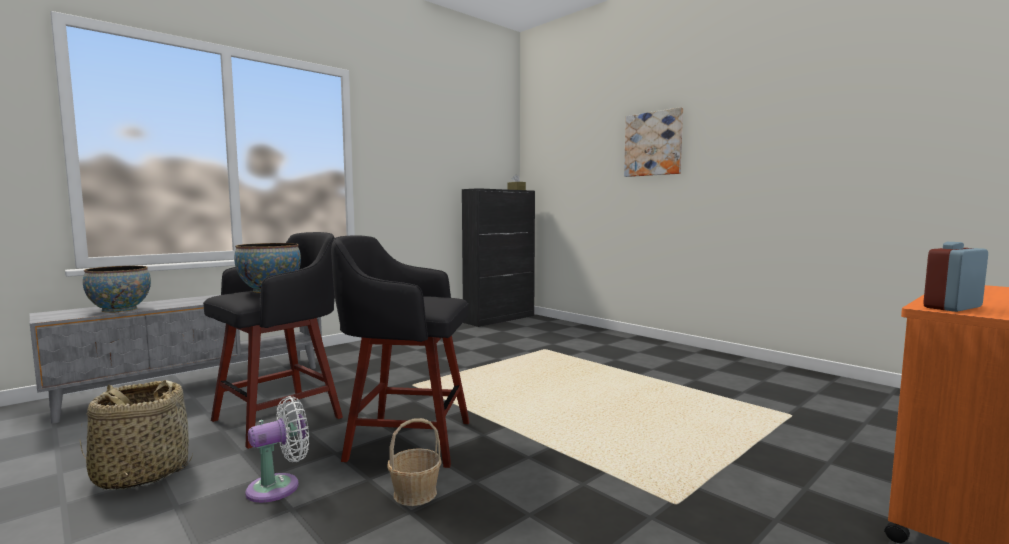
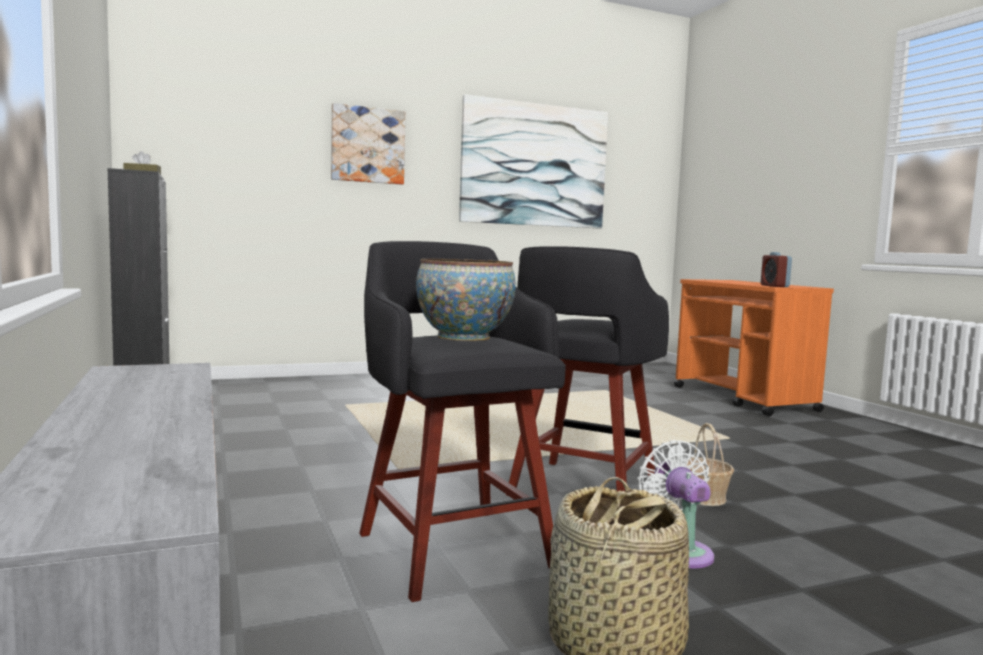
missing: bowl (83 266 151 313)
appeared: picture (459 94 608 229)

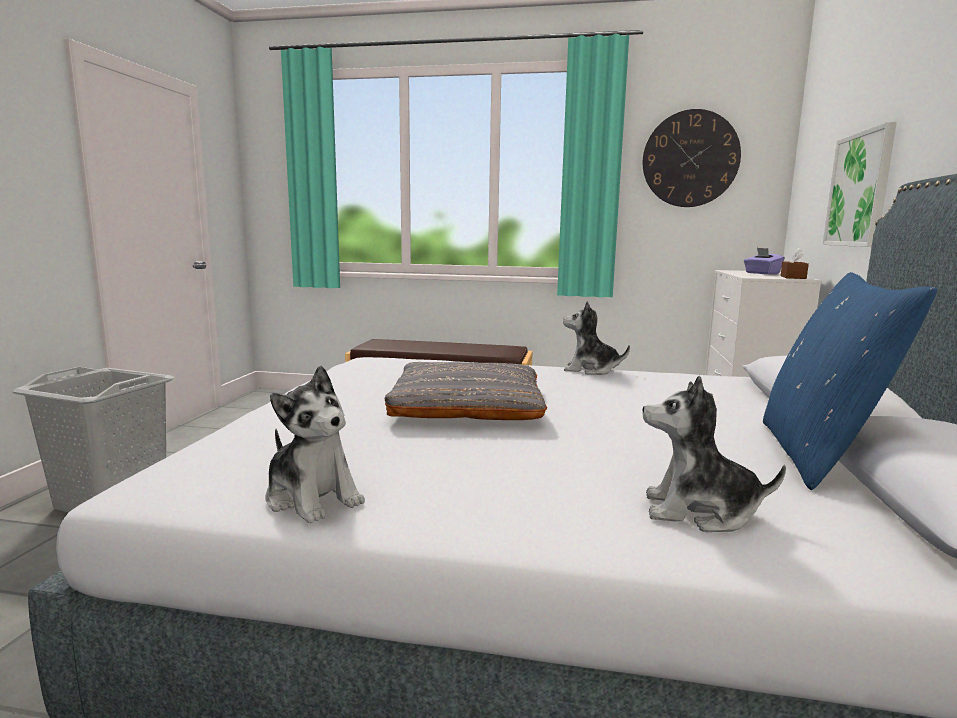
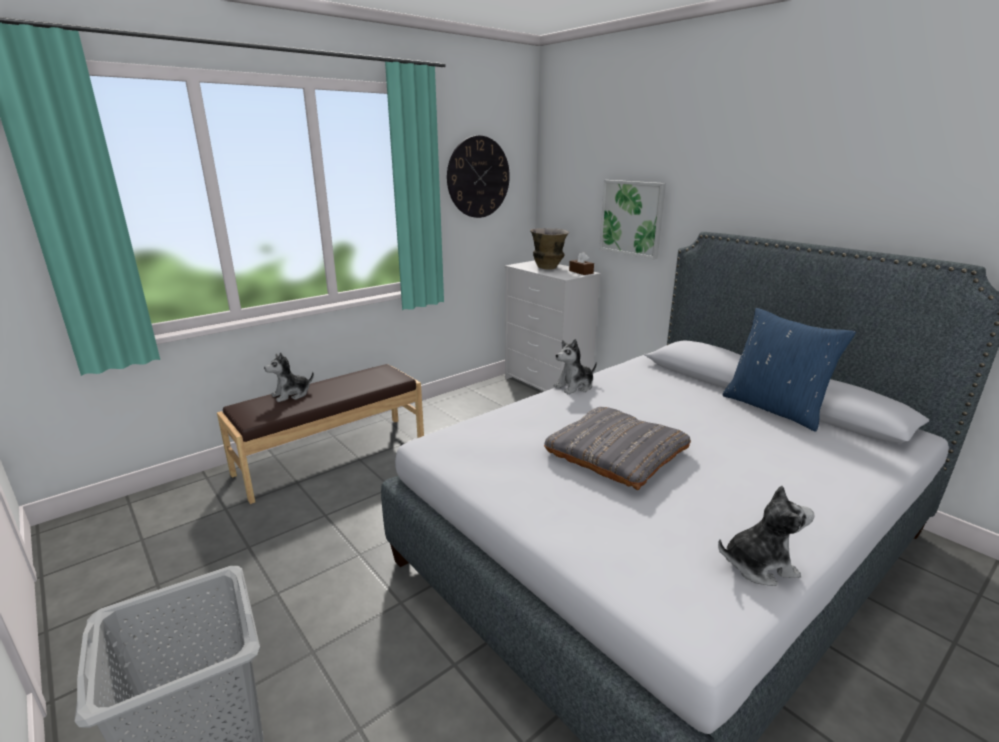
relocated: plush toy (643 376 786 532) to (264 352 314 402)
exchanged: purple tissue box (744 248 785 274) to vase (530 228 569 269)

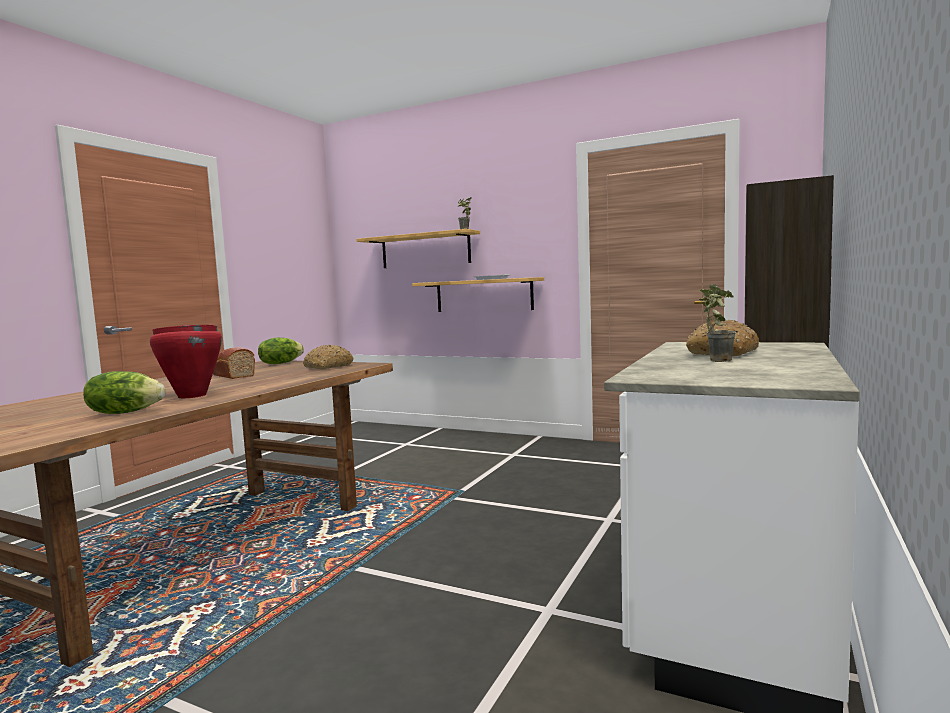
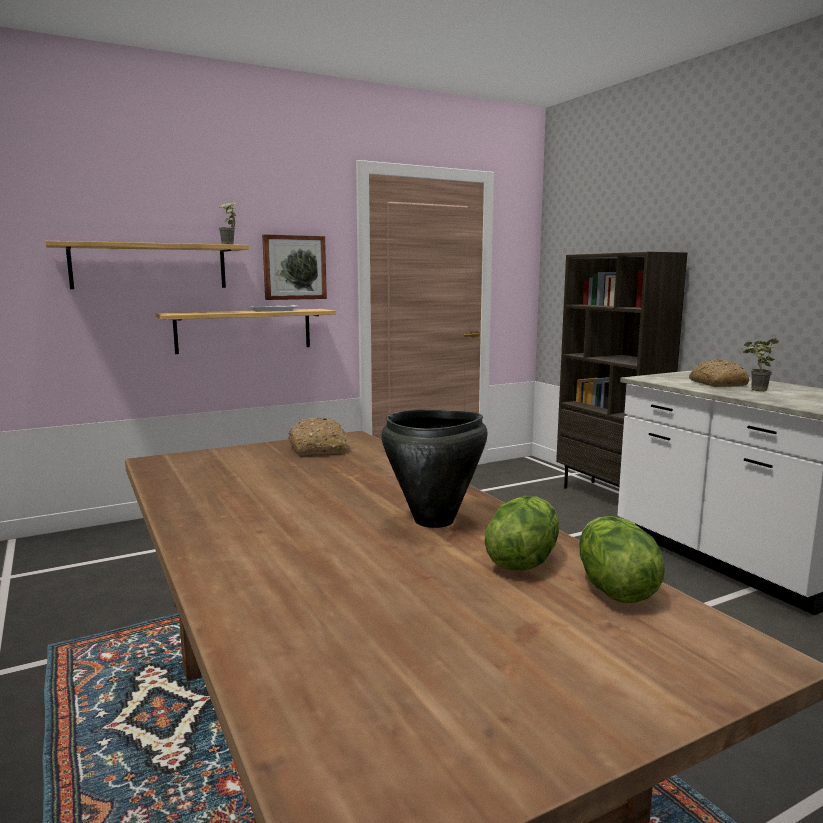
missing: bread (213 347 255 379)
appeared: picture (262 234 327 300)
relocated: lettuce (258 338 304 364) to (580 516 665 603)
colour: red cooking pot (150 325 222 398) to black cooking pot (381 410 488 528)

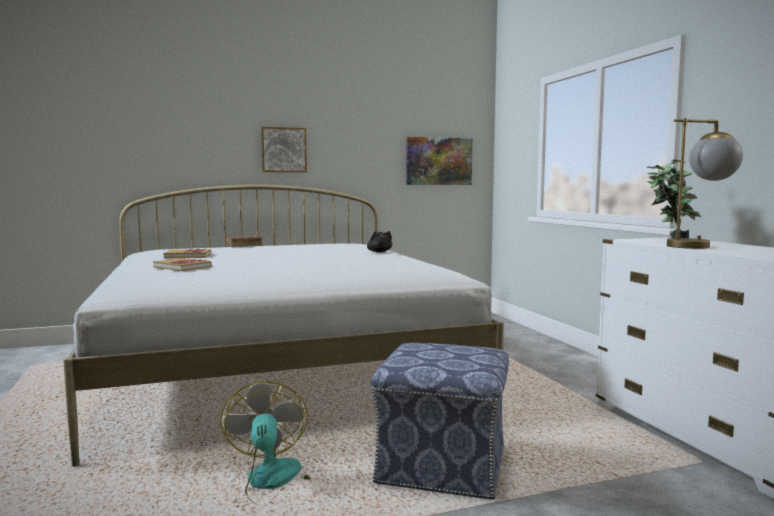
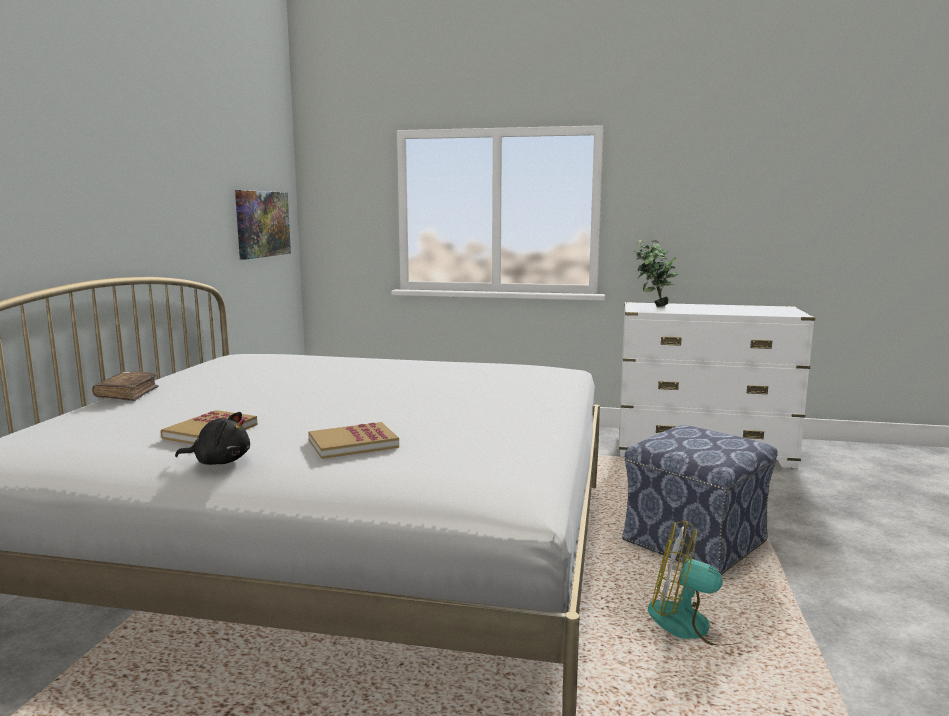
missing: picture (261 127 307 172); table lamp (667 118 743 249)
relocated: black plush toy (367 231 392 252) to (175 412 250 465)

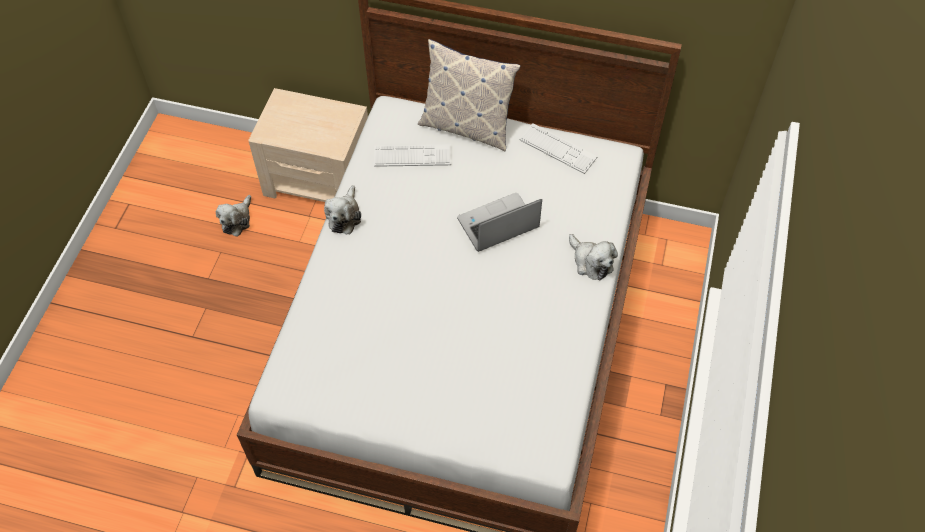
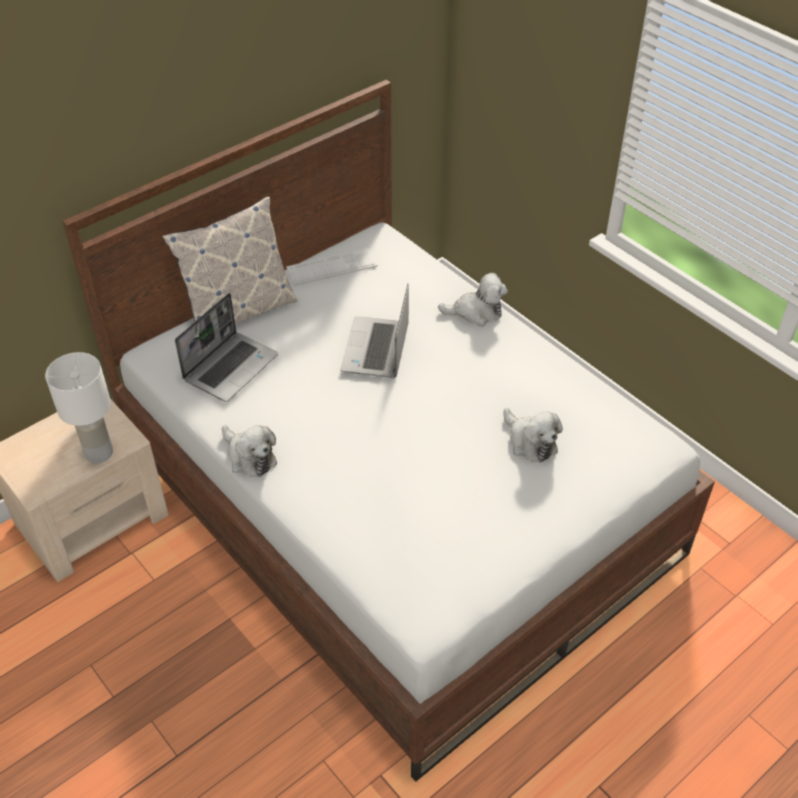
appeared: white table lamp (45 352 113 463)
relocated: plush toy (216 195 251 237) to (503 408 563 463)
exchanged: keyboard (374 144 451 167) to laptop (175 293 278 402)

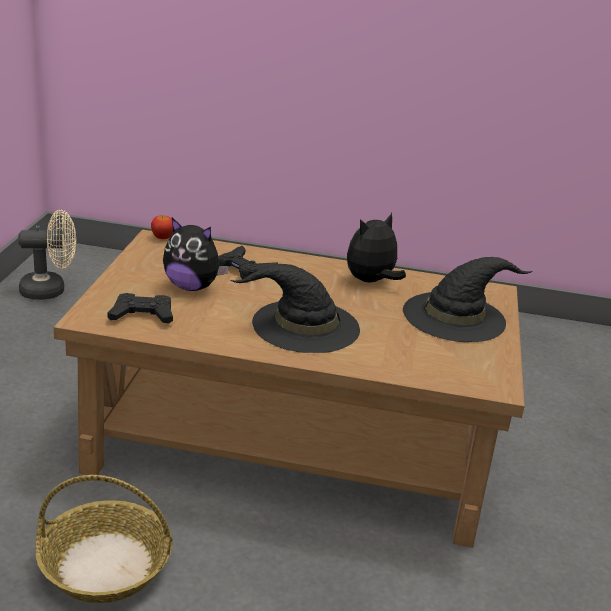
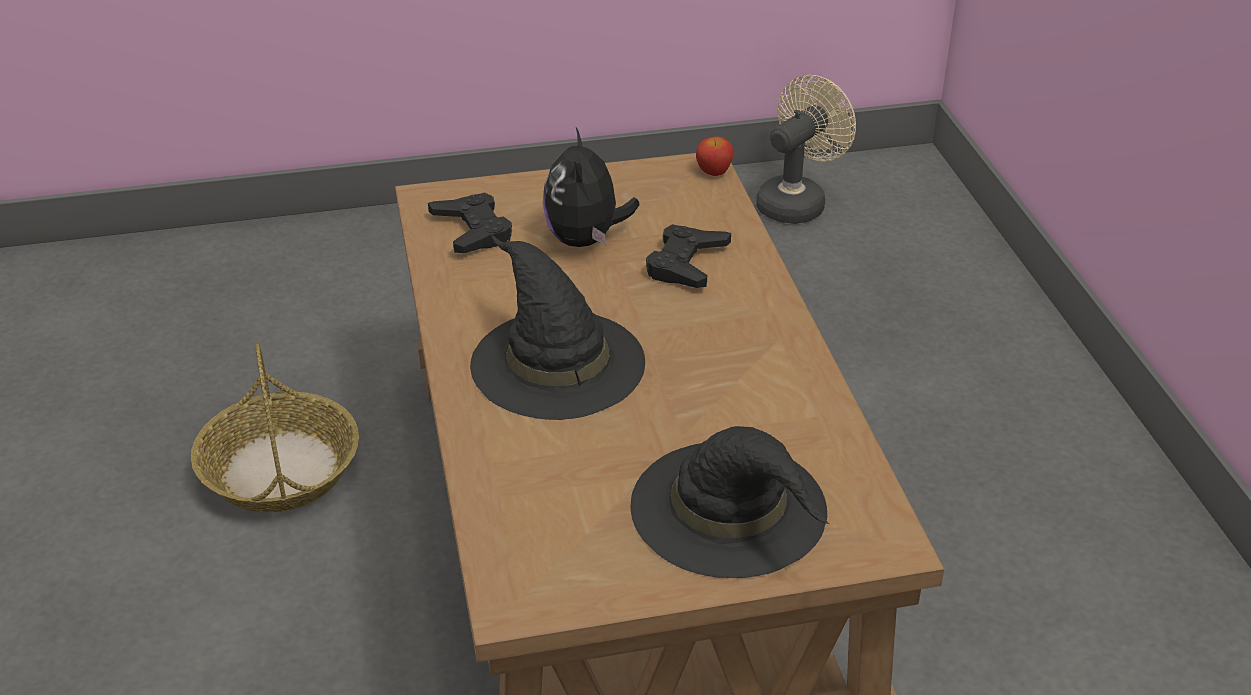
missing: plush toy (347 213 406 282)
spun: beige fan (18 210 76 300) = (756 75 856 224) 105 degrees counterclockwise

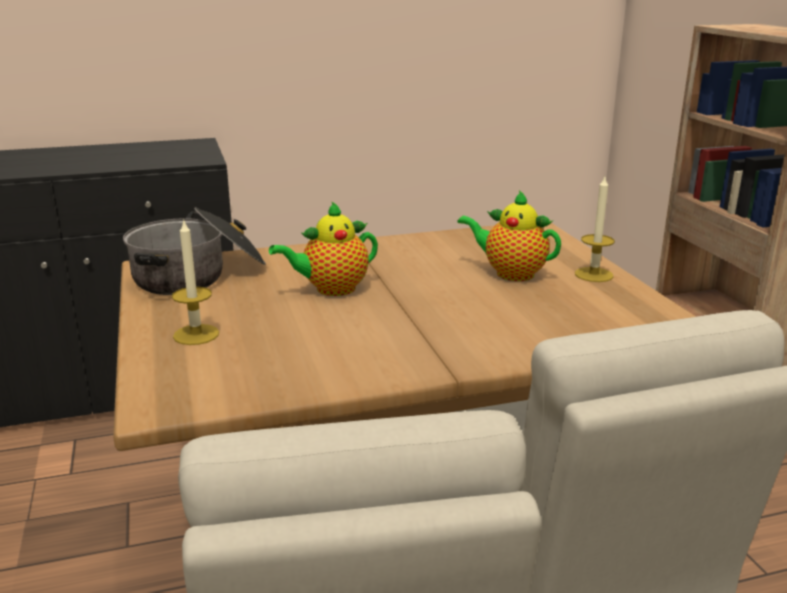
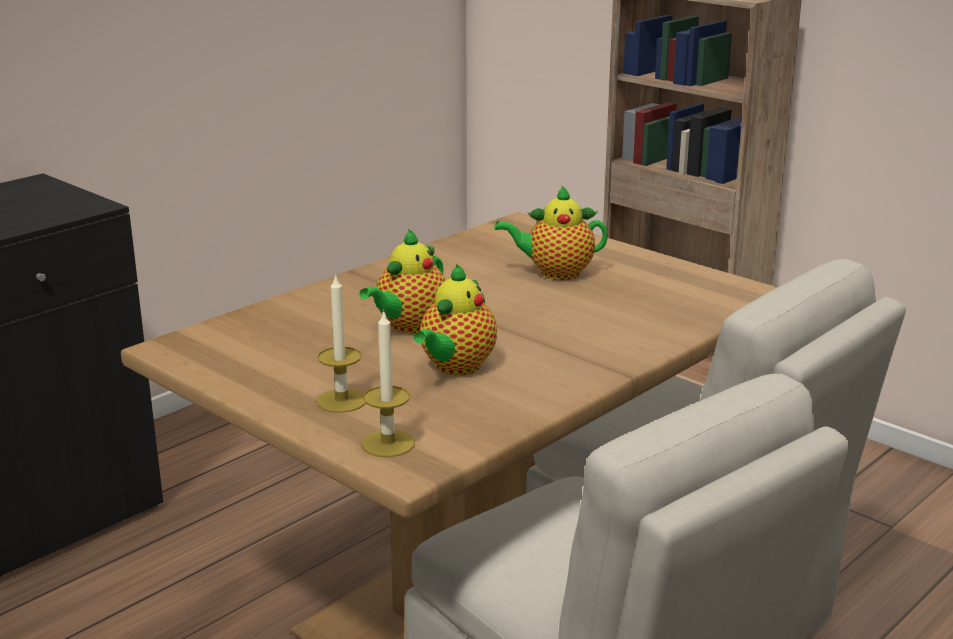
missing: cooking pot (123 207 266 295)
appeared: teapot (414 264 497 375)
relocated: candle (575 177 615 282) to (361 309 415 457)

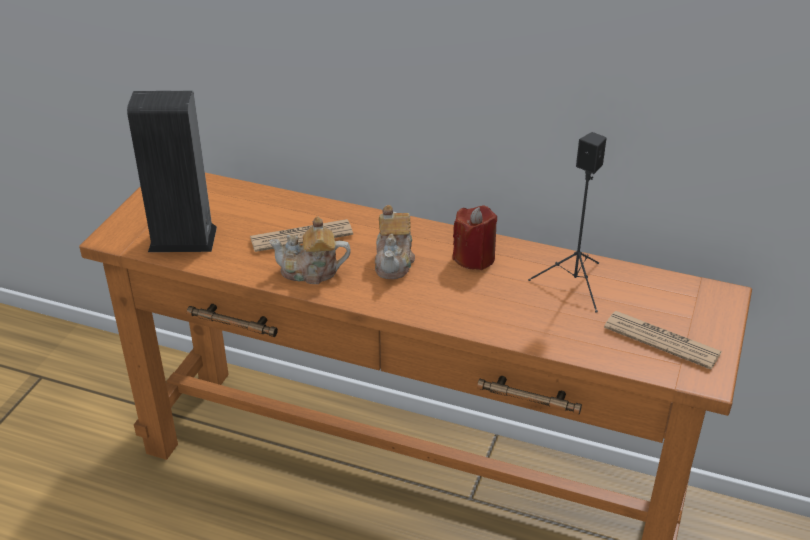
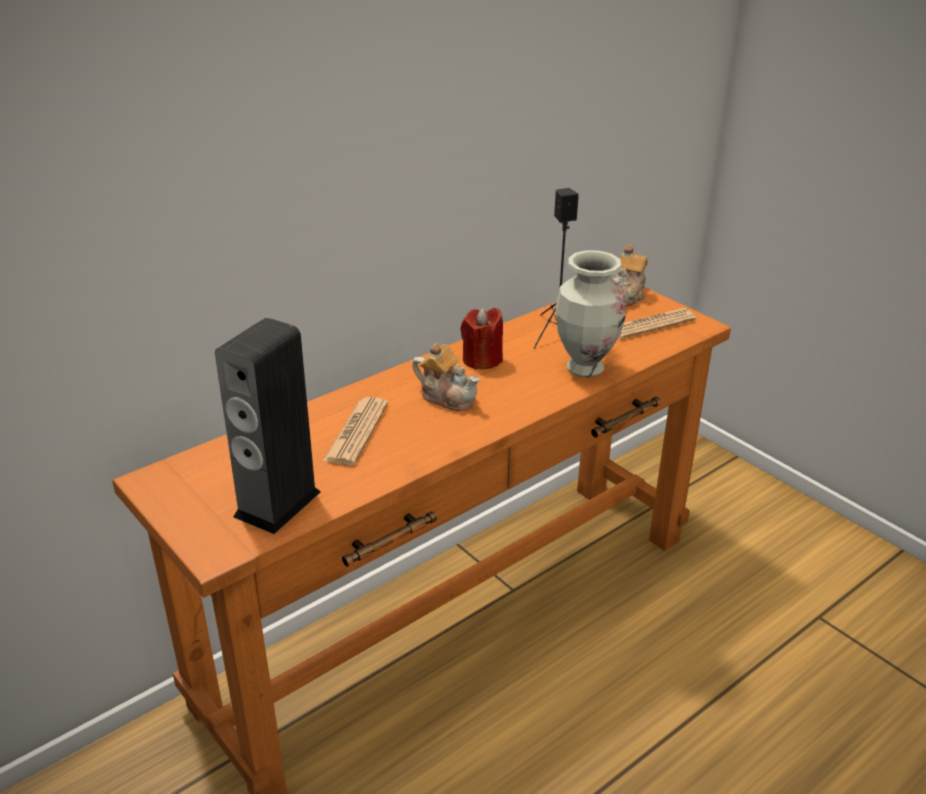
appeared: vase (556 250 626 378)
relocated: teapot (269 216 351 284) to (612 245 648 307)

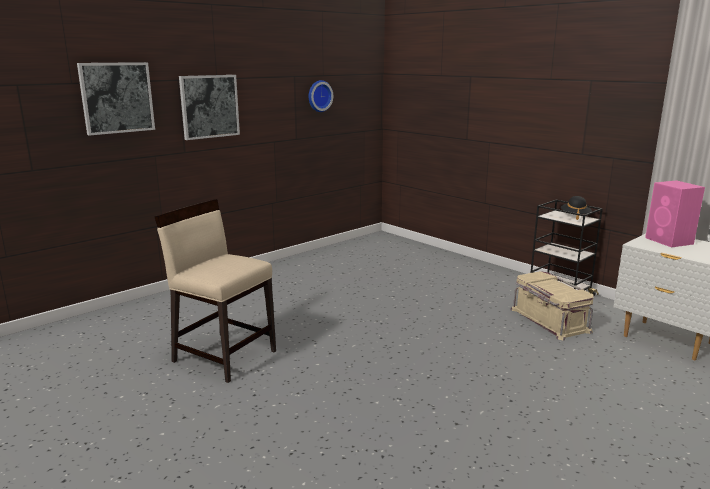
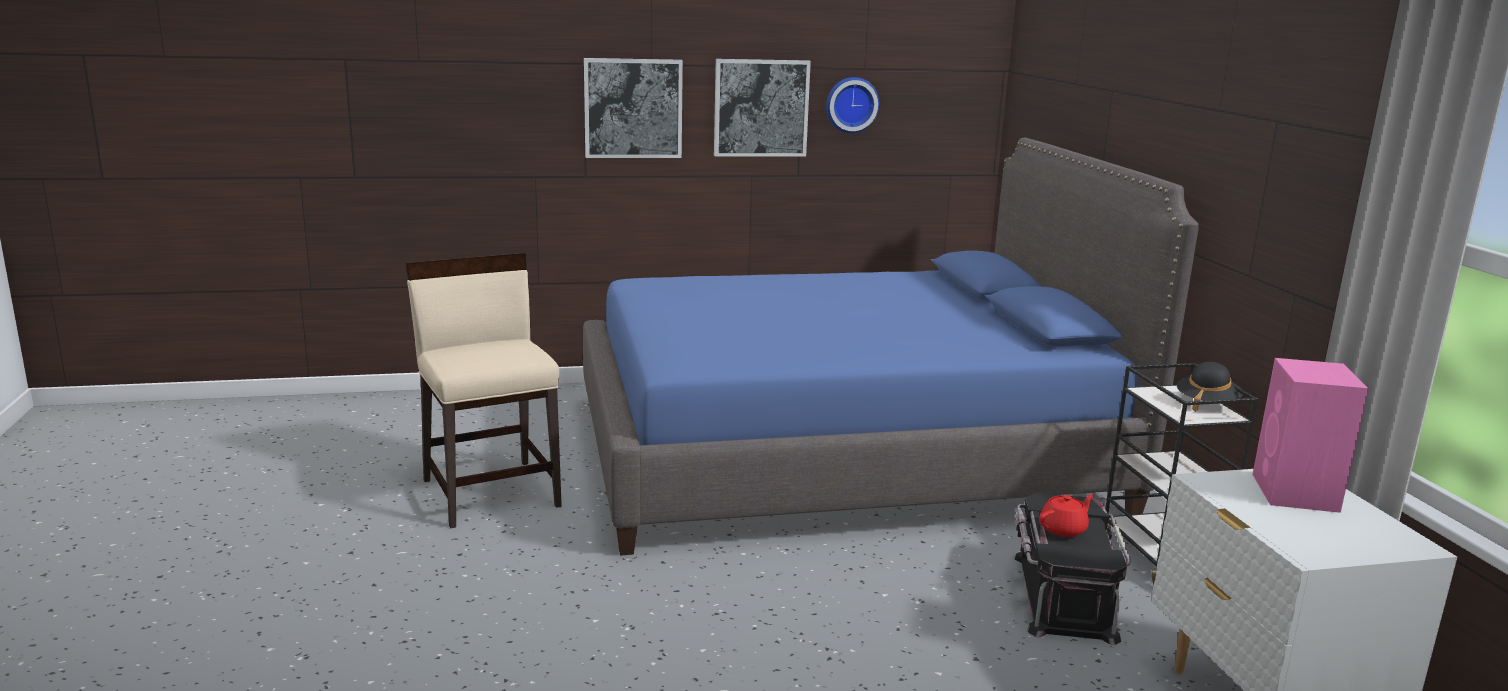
appeared: blue bed (583 138 1199 555); red teapot (1039 494 1094 537)
relocated: picture (77 62 155 136) to (714 59 811 157)
colour: beige storage box (511 271 594 340) to black storage box (1014 493 1131 645)

